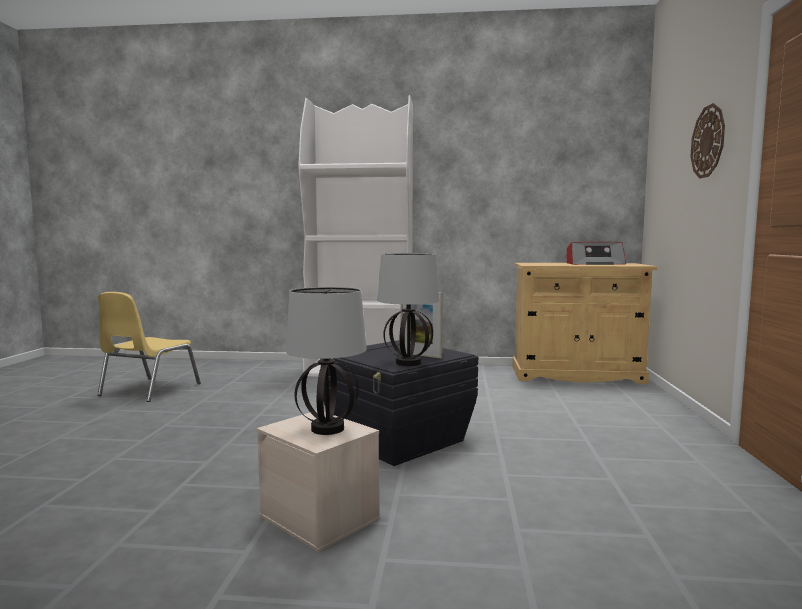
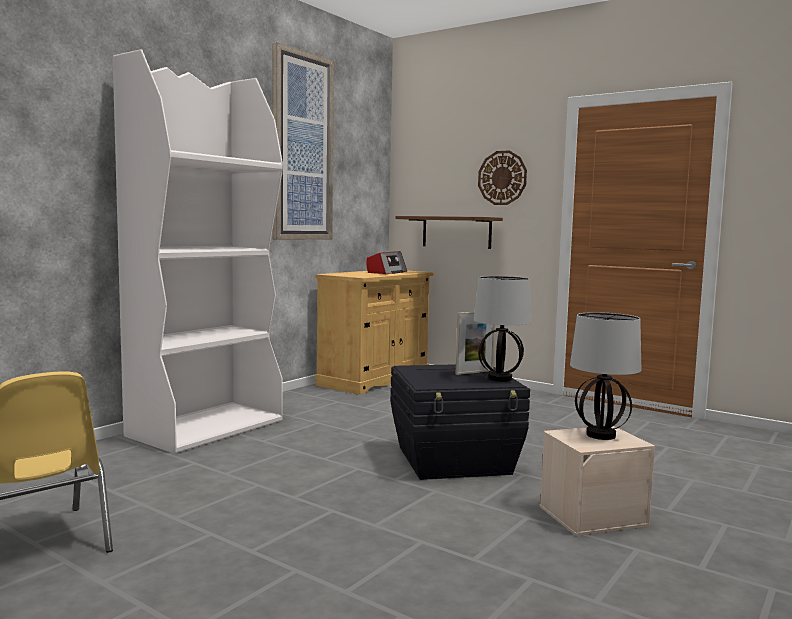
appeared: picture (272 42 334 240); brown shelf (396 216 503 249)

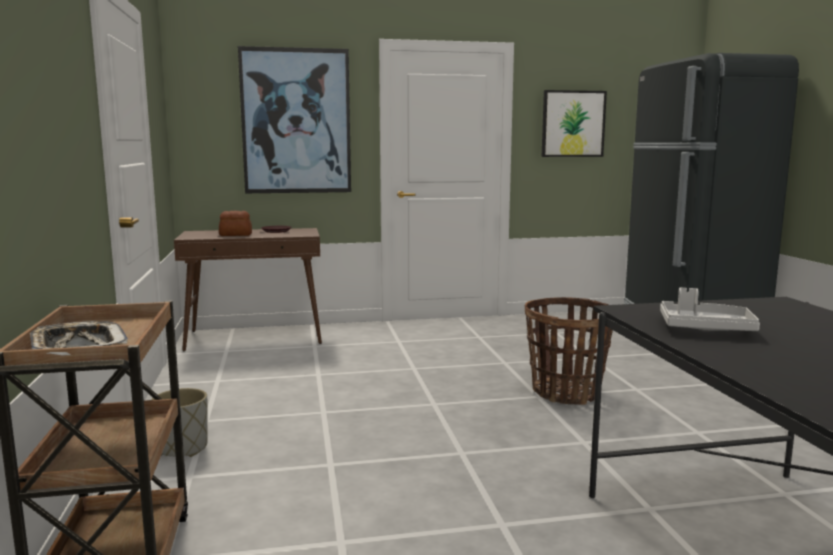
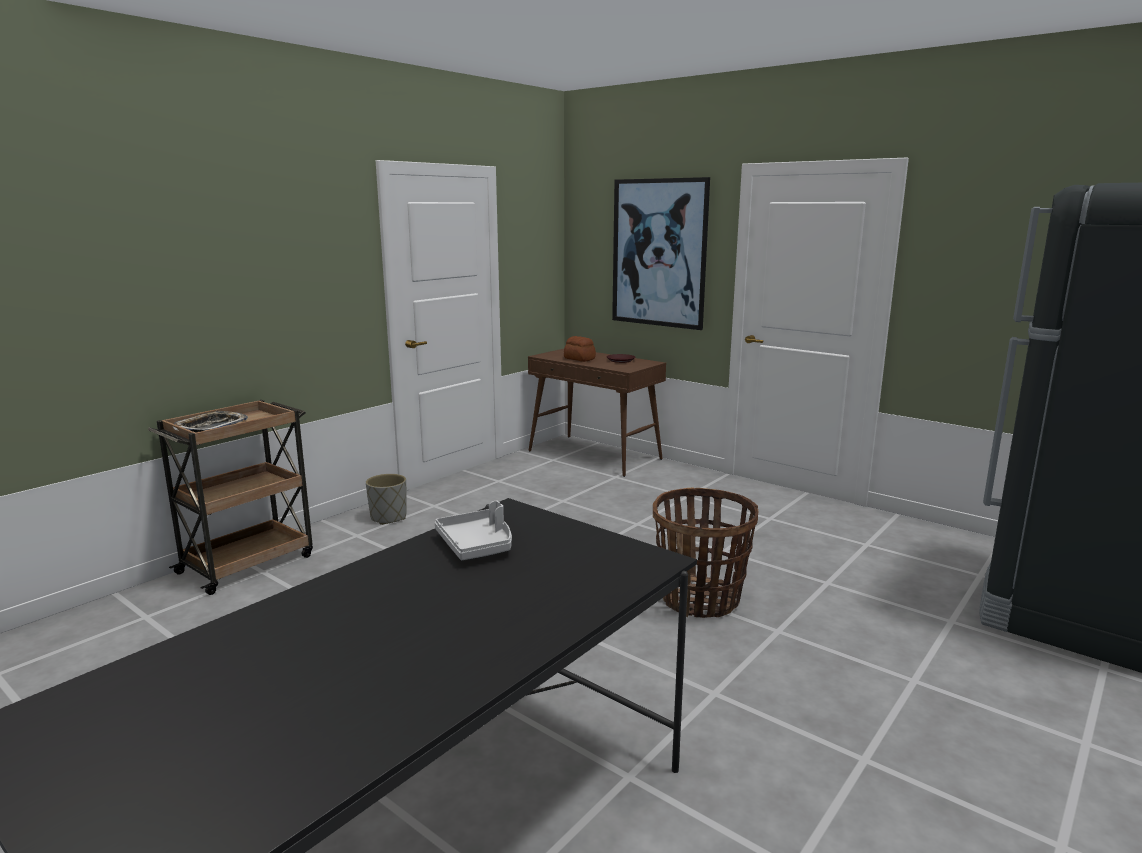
missing: picture (541 90 607 157)

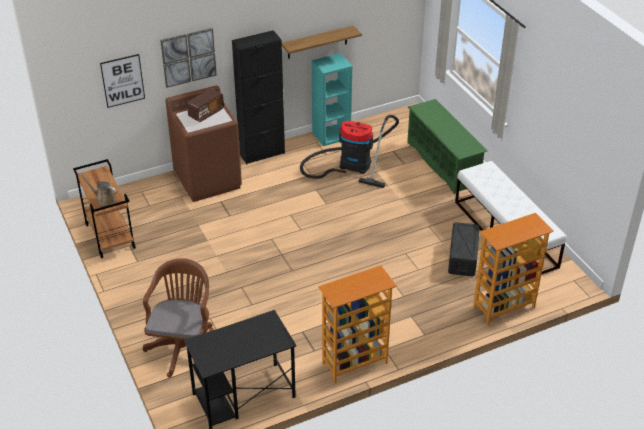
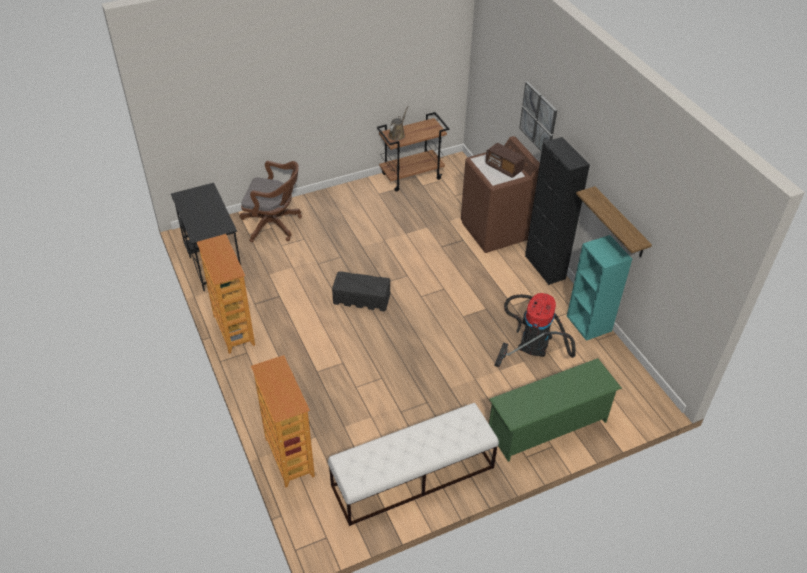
missing: picture (100 54 145 108)
relocated: black storage box (448 222 480 276) to (332 271 390 311)

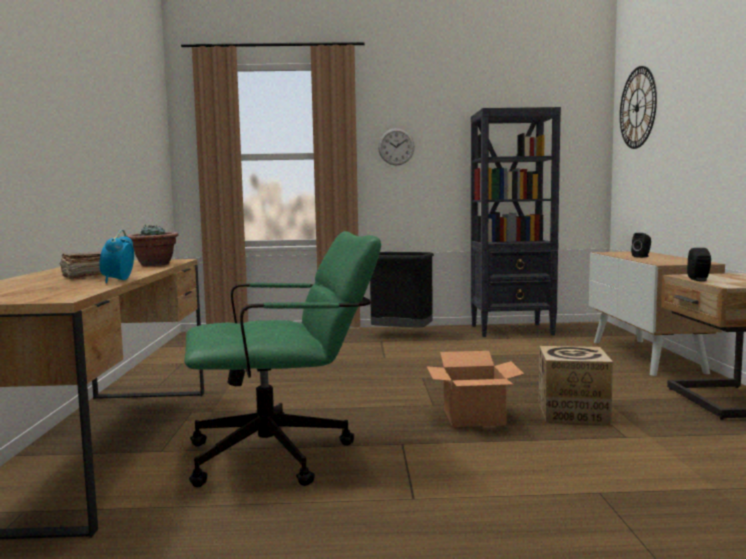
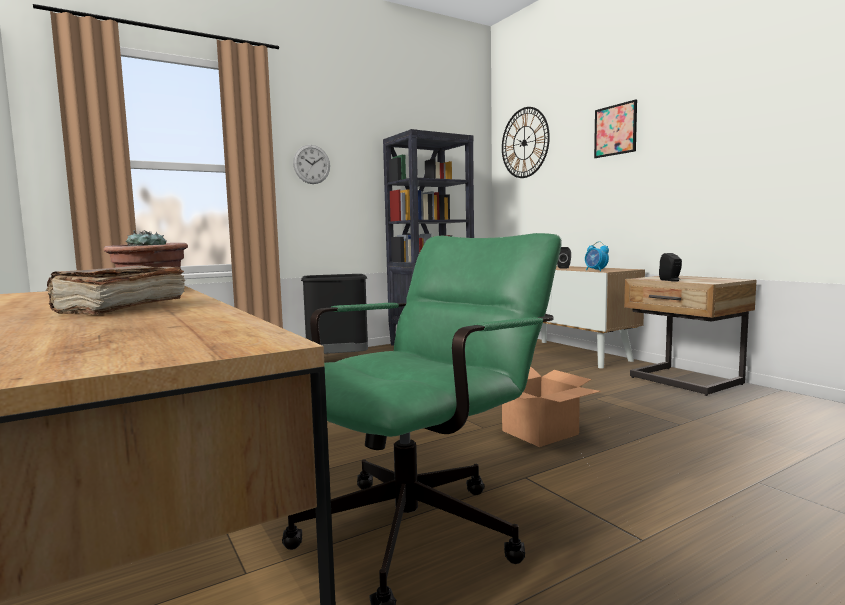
missing: cardboard box (539 346 613 425)
appeared: picture (594 99 637 158)
relocated: alarm clock (99 230 134 283) to (585 241 609 271)

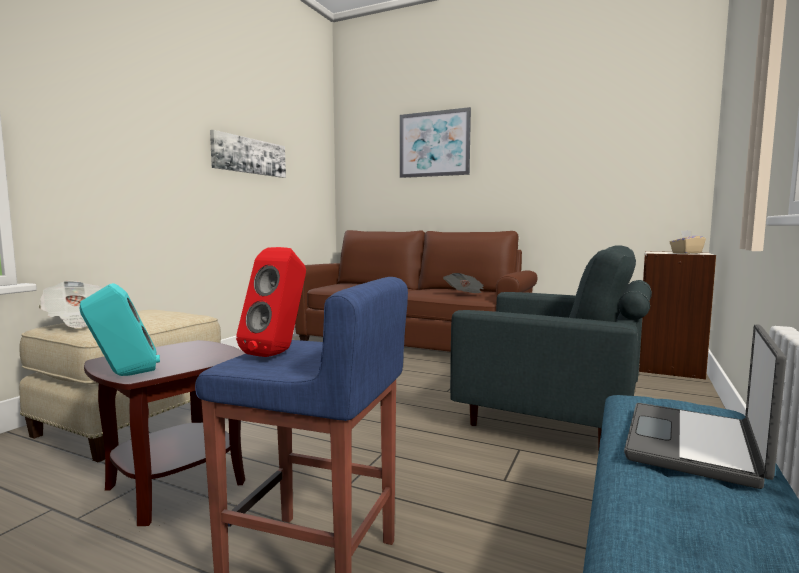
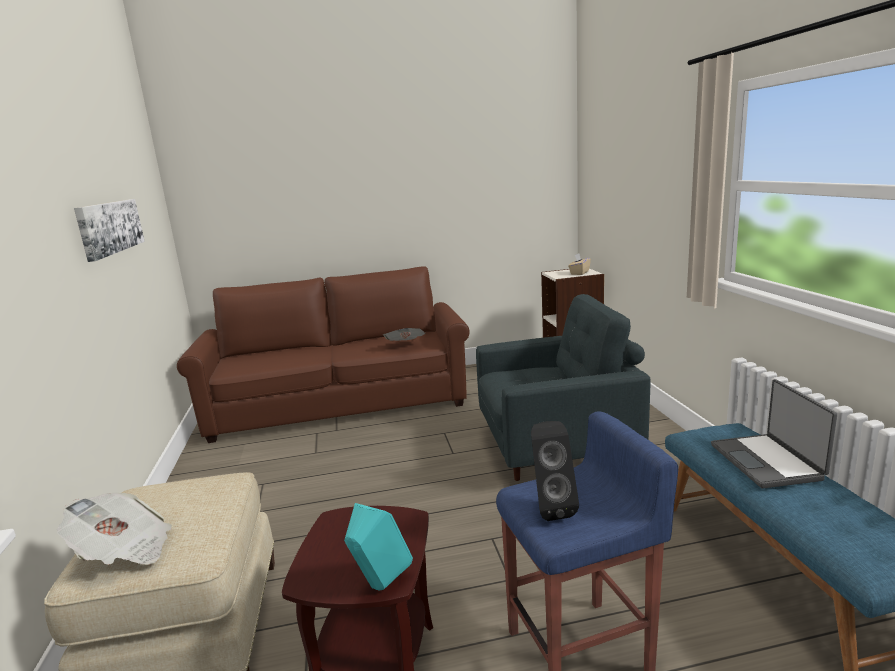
missing: picture (400 107 471 178)
colour: red speaker (236 247 306 357) to black speaker (531 421 579 521)

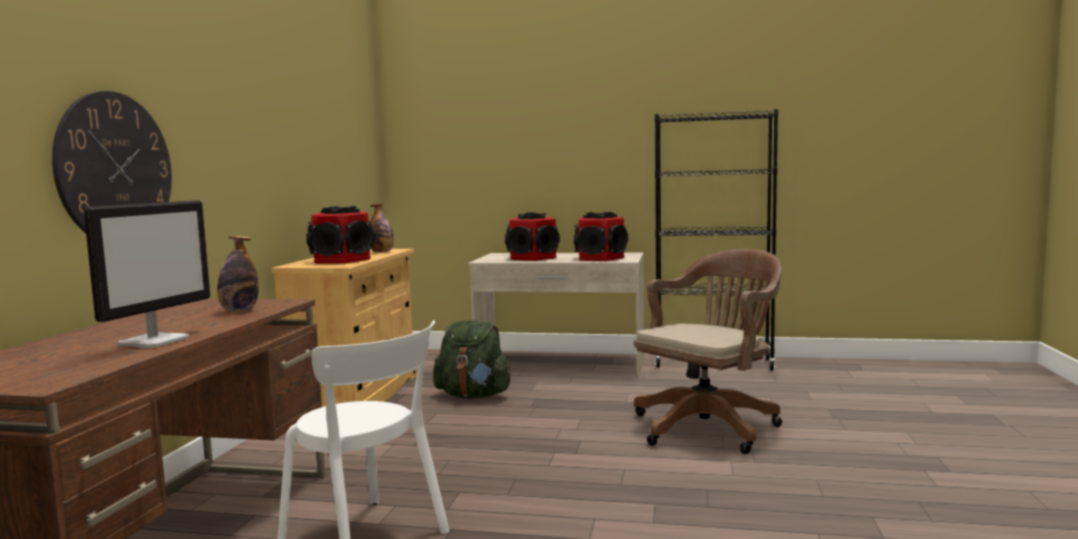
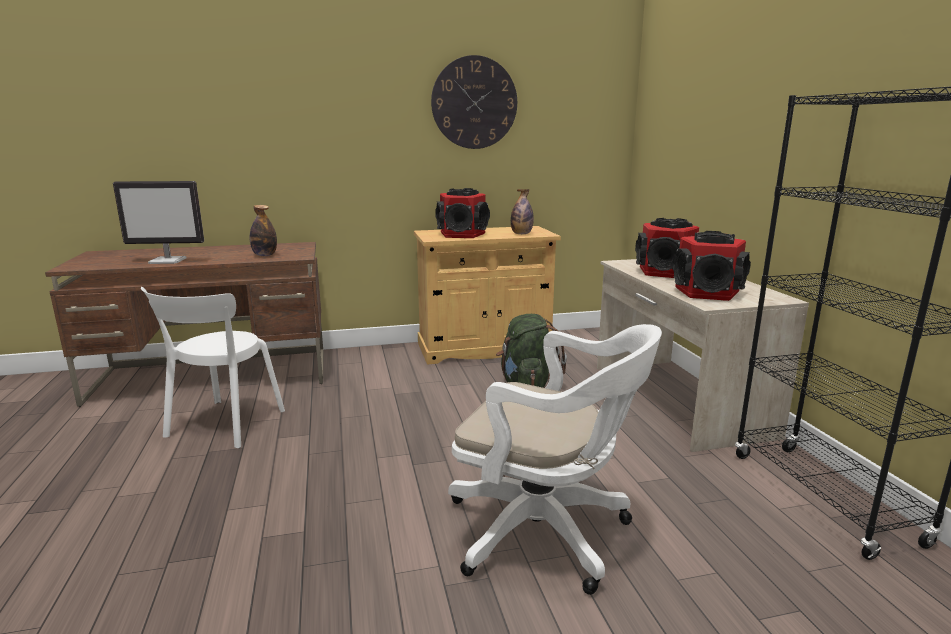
relocated: wall clock (52 91 172 233) to (431 55 517 149)
colour: brown office chair (634 249 782 454) to white office chair (448 324 662 595)

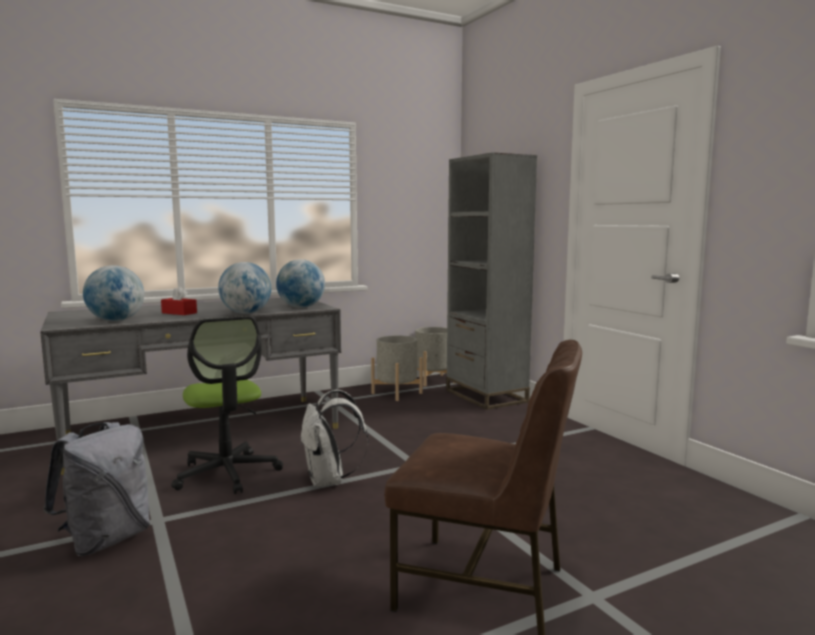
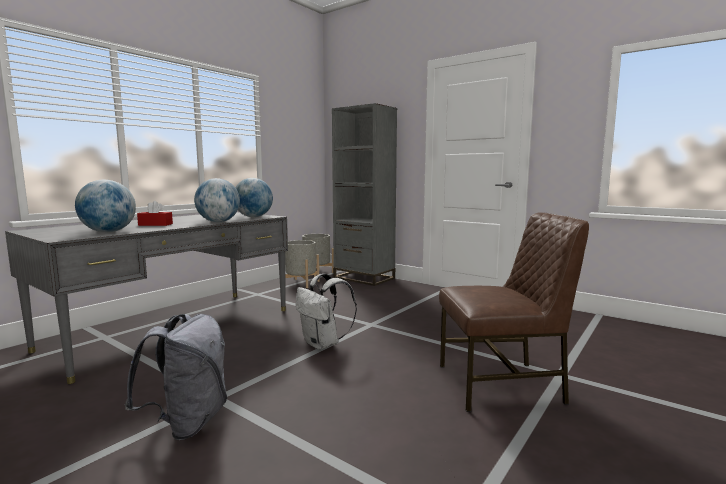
missing: office chair (171 316 283 494)

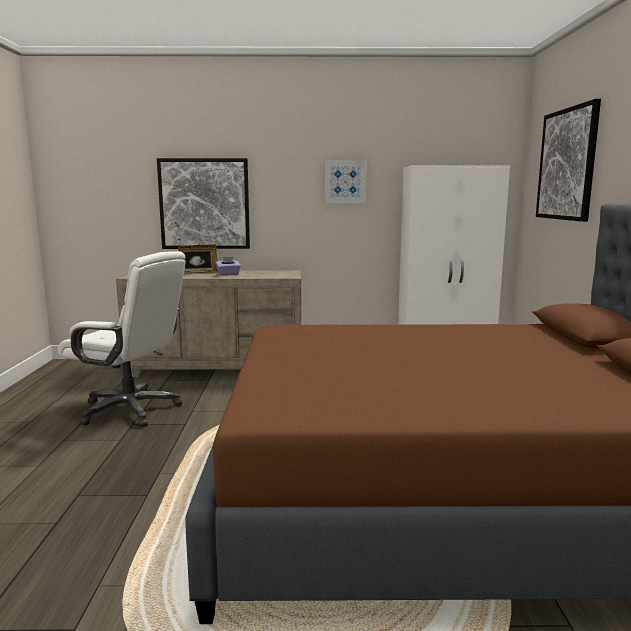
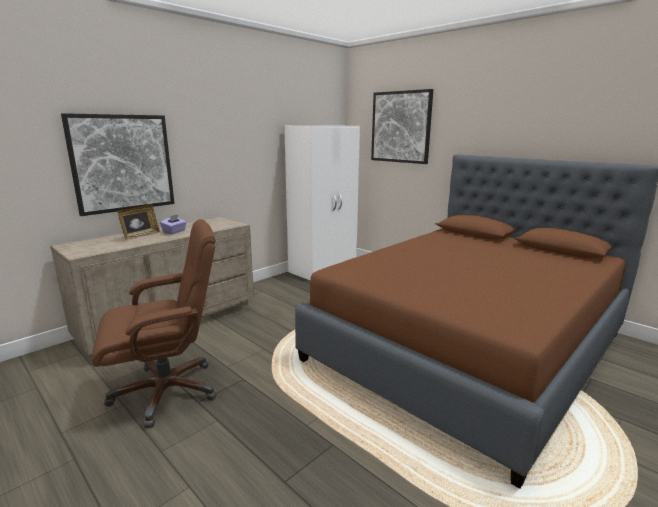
missing: picture (325 160 367 203)
colour: white office chair (58 251 186 427) to brown office chair (92 219 217 428)

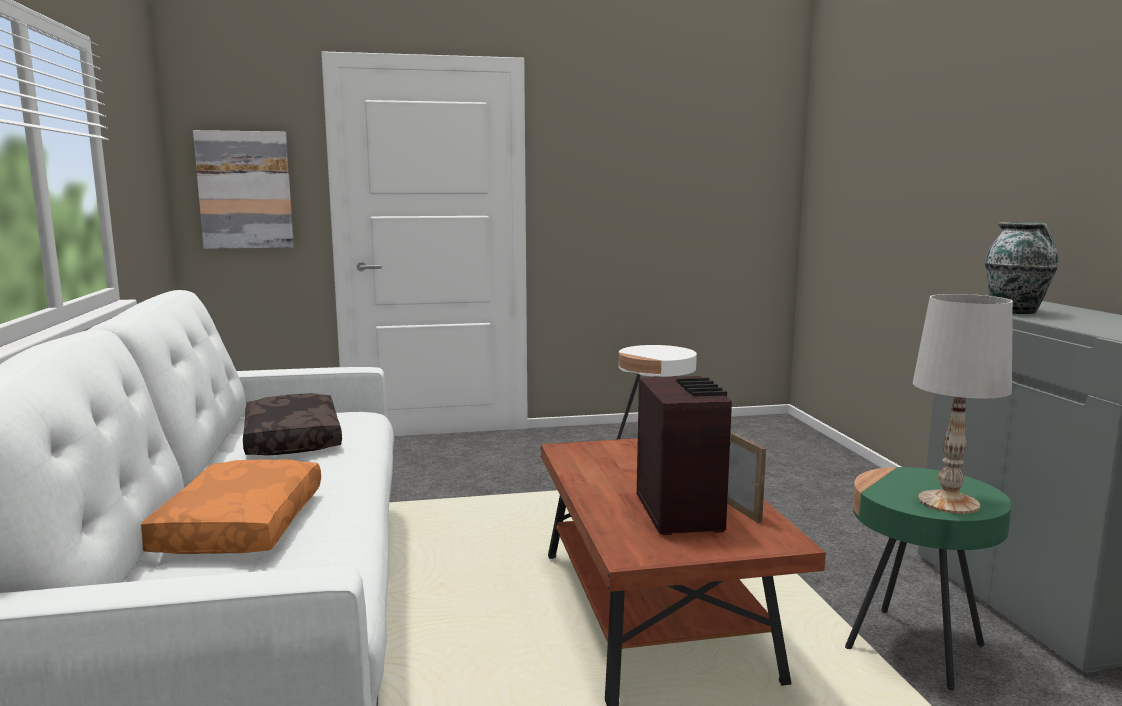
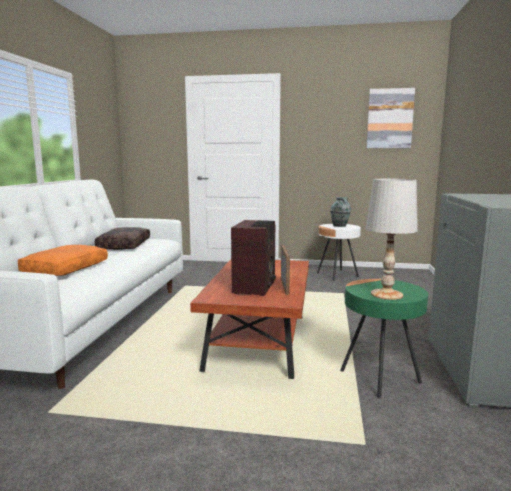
relocated: picture (193 130 294 249) to (367 88 415 148); vase (985 222 1058 314) to (330 197 351 227)

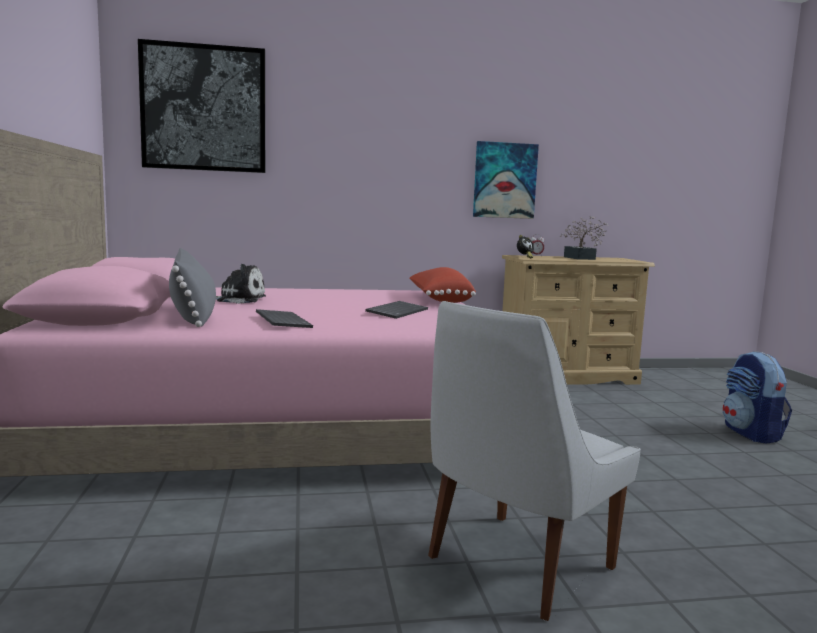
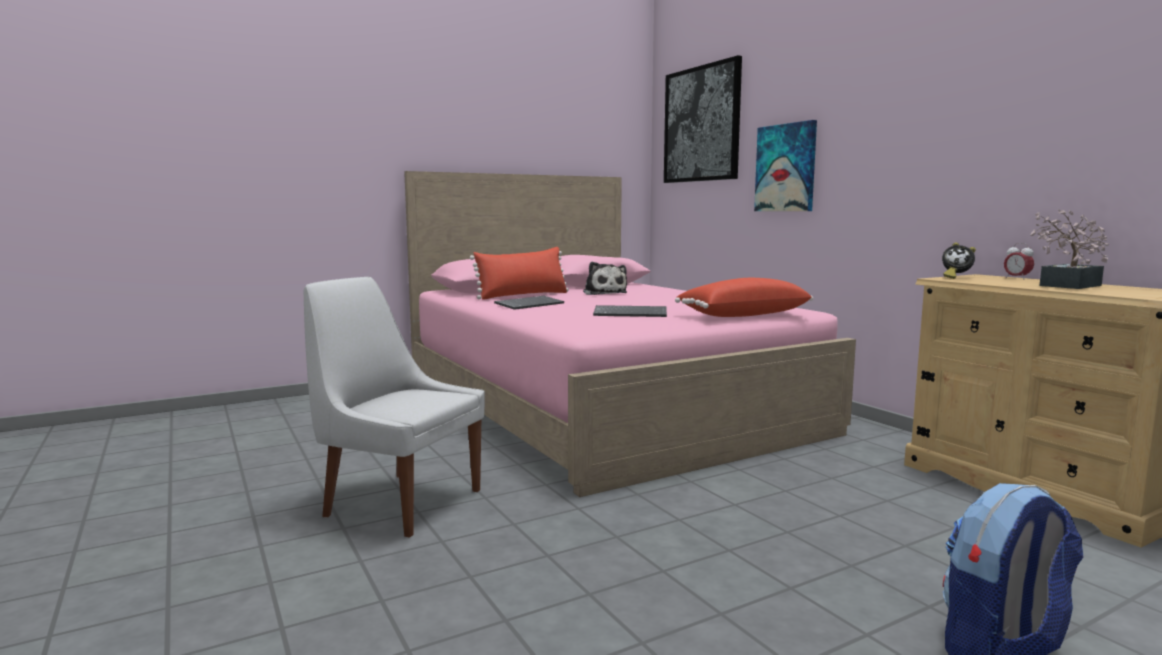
relocated: picture (473 141 539 219) to (754 120 817 211)
colour: grey pillow (169 248 216 327) to red pillow (470 247 569 300)

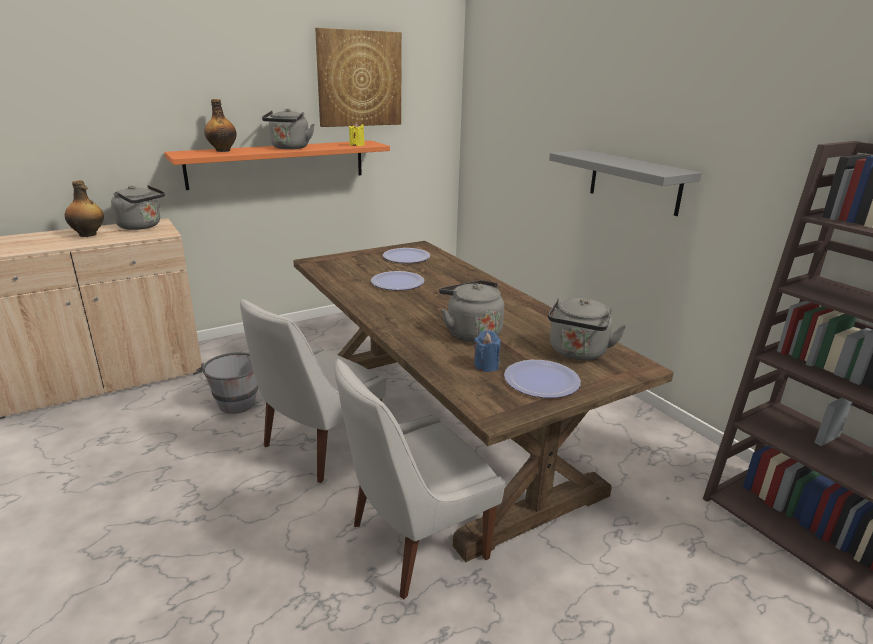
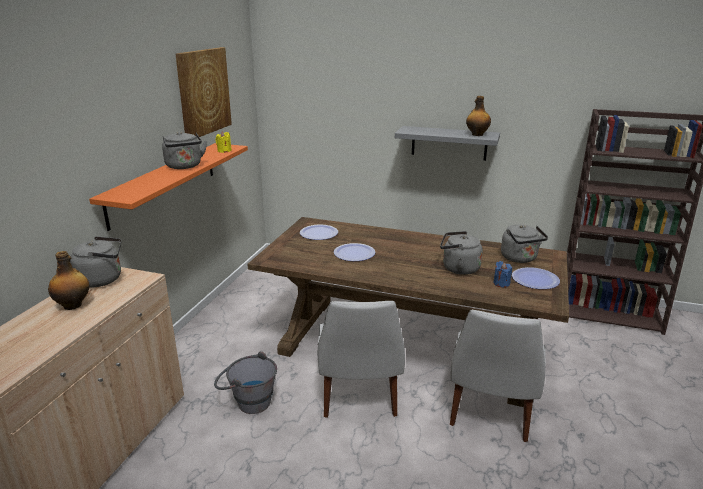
relocated: bottle (204 99 237 152) to (466 96 491 136)

